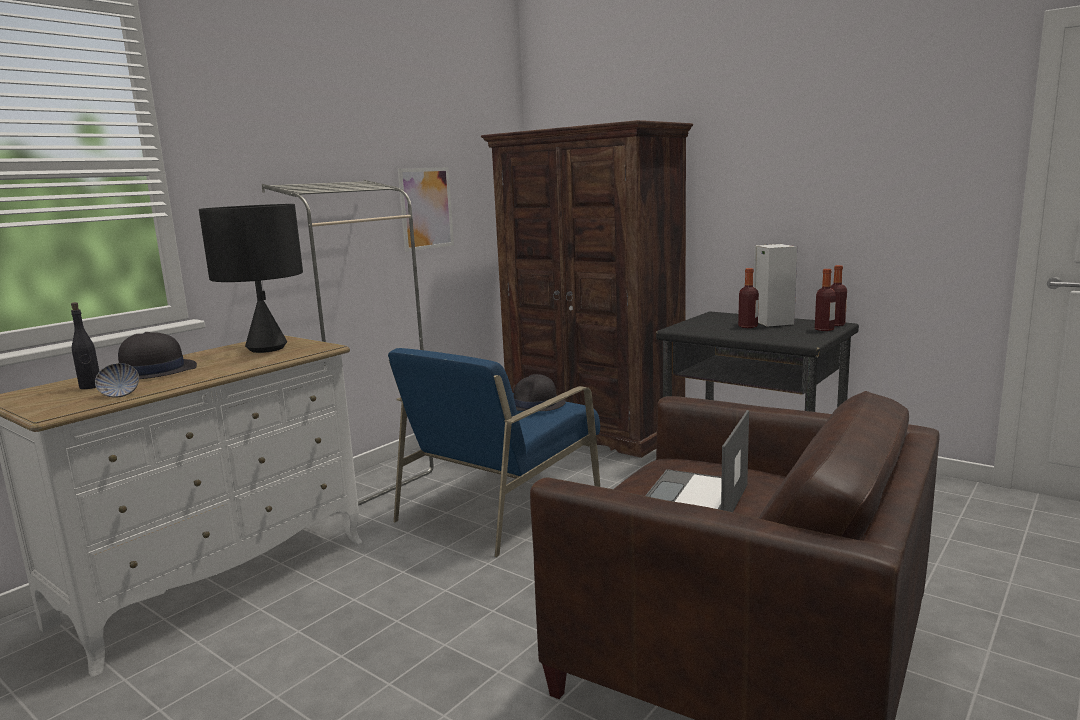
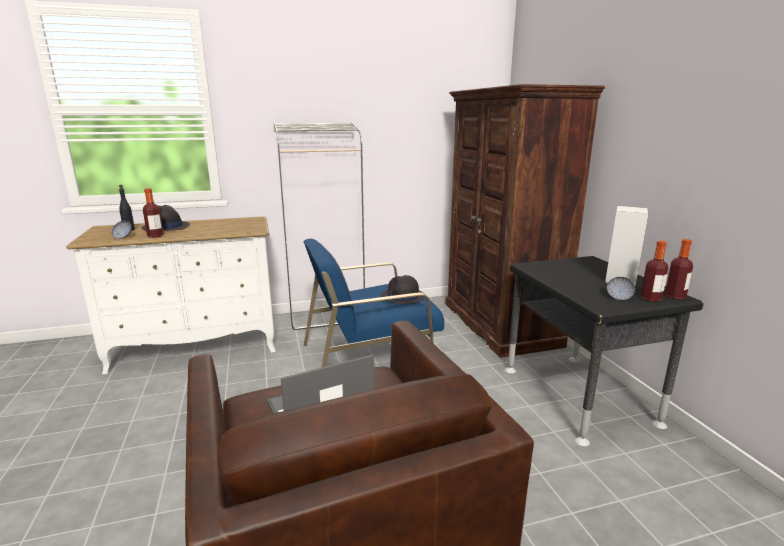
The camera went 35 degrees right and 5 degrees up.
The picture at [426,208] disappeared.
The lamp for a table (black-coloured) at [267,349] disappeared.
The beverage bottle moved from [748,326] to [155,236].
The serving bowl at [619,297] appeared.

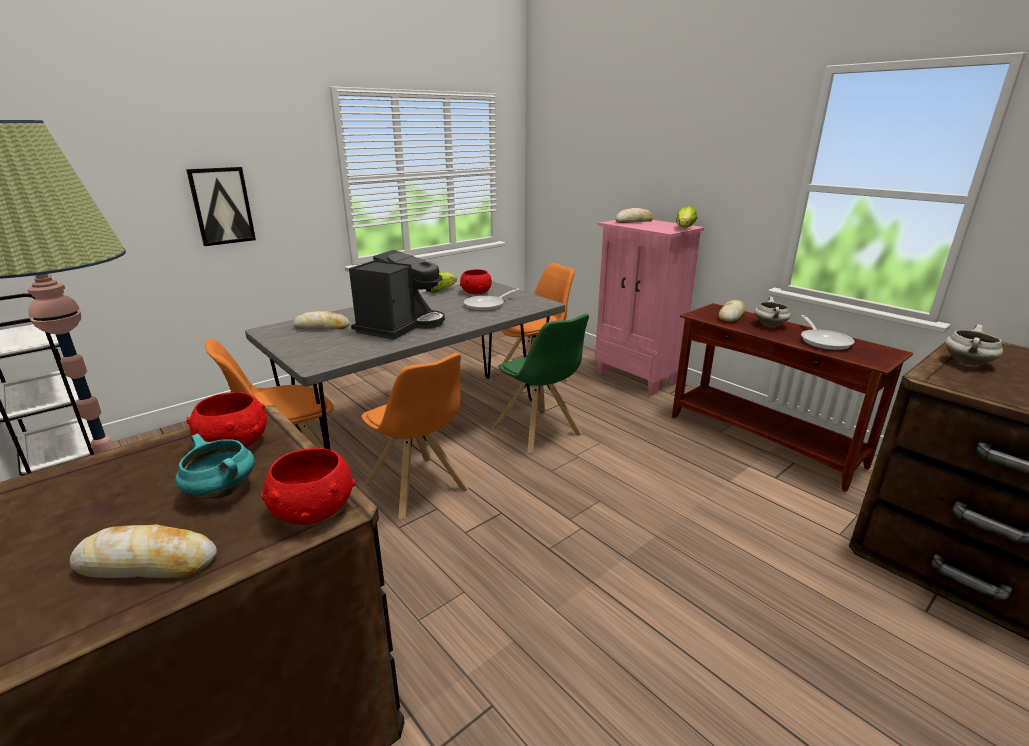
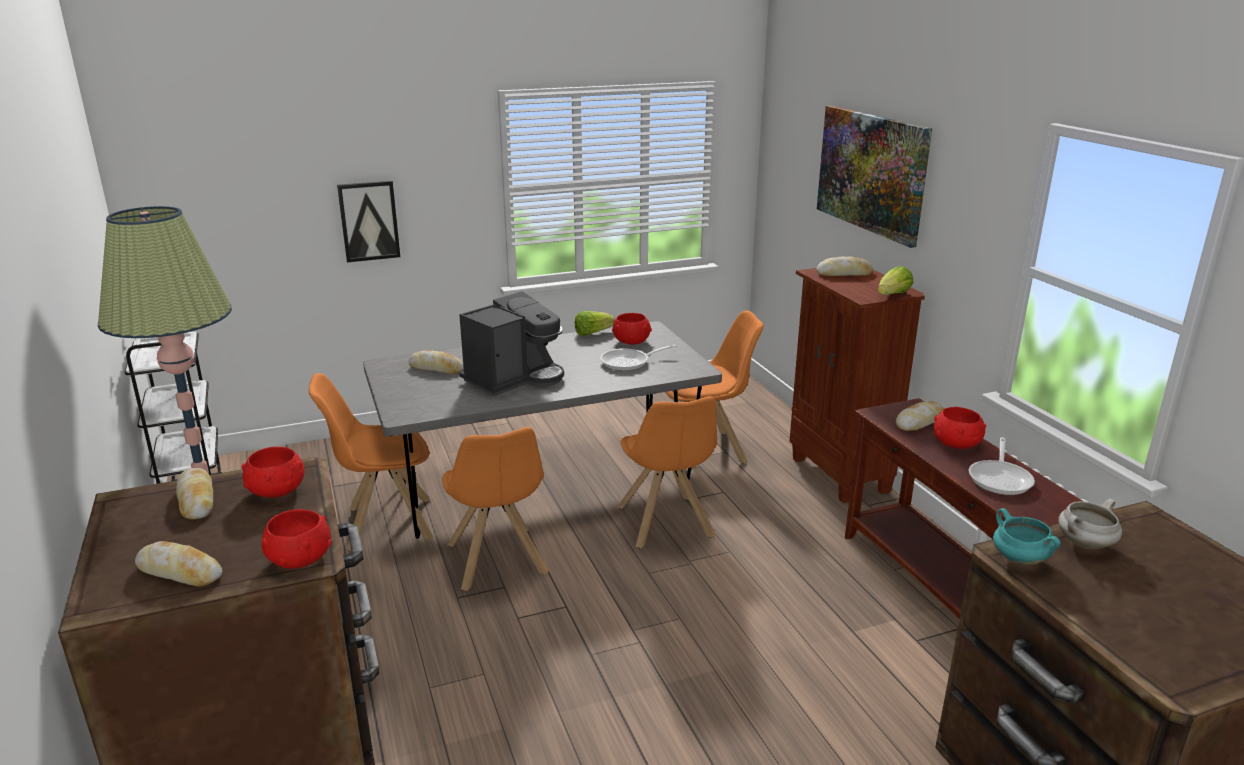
The camera went 20 degrees right and 0 degrees up.
The cabinet (pink) at [635,378] became the cabinet (brown) at [838,476].
The stockpot (whitish) at [770,325] was replaced by the serving bowl (red-coloured) at [956,444].
The chair (green) at [539,432] became the chair (orange-coloured) at [666,524].
The stockpot (blue-green) moved from [220,491] to [1018,560].
The picture at [871,172] appeared.
The bakery bread at [196,500] appeared.

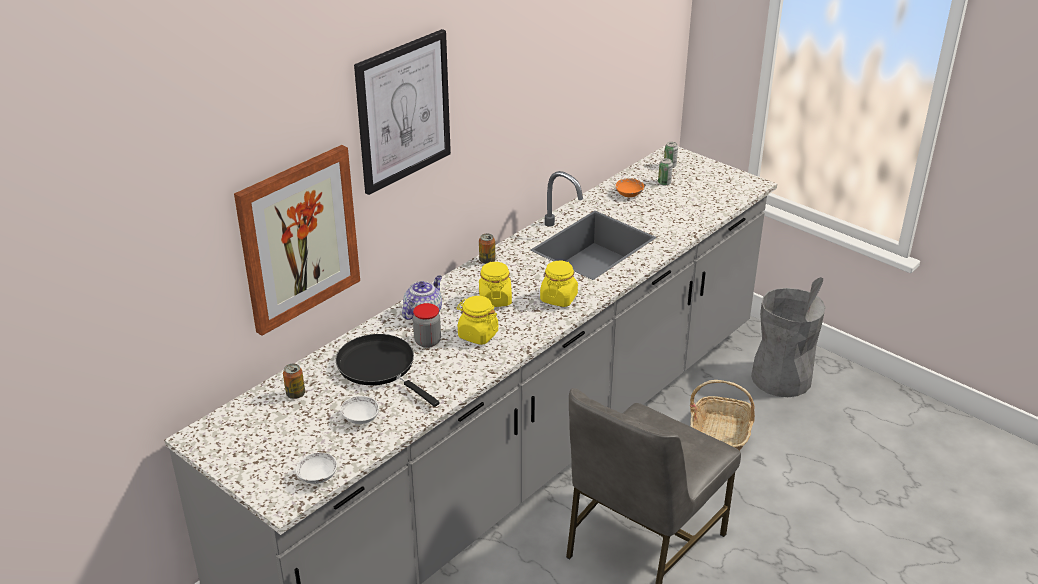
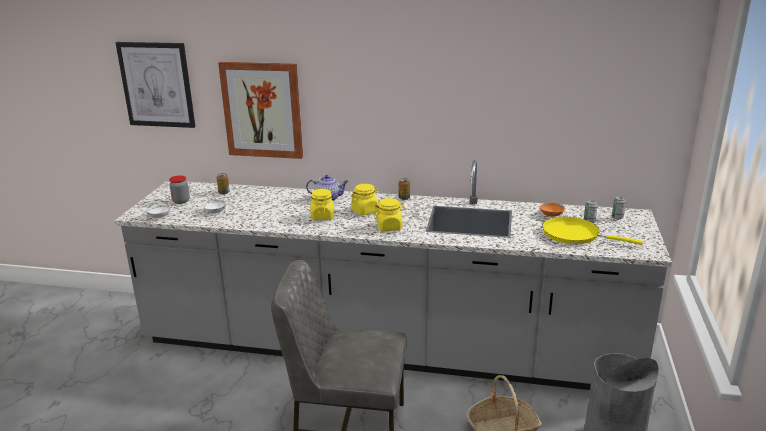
The camera went 60 degrees right and 10 degrees down.
The picture moved from [403,111] to [157,85].
The storage jar moved from [427,341] to [181,201].
The frying pan (black-coloured) at [380,367] disappeared.
The frying pan (yellowish) at [575,235] appeared.

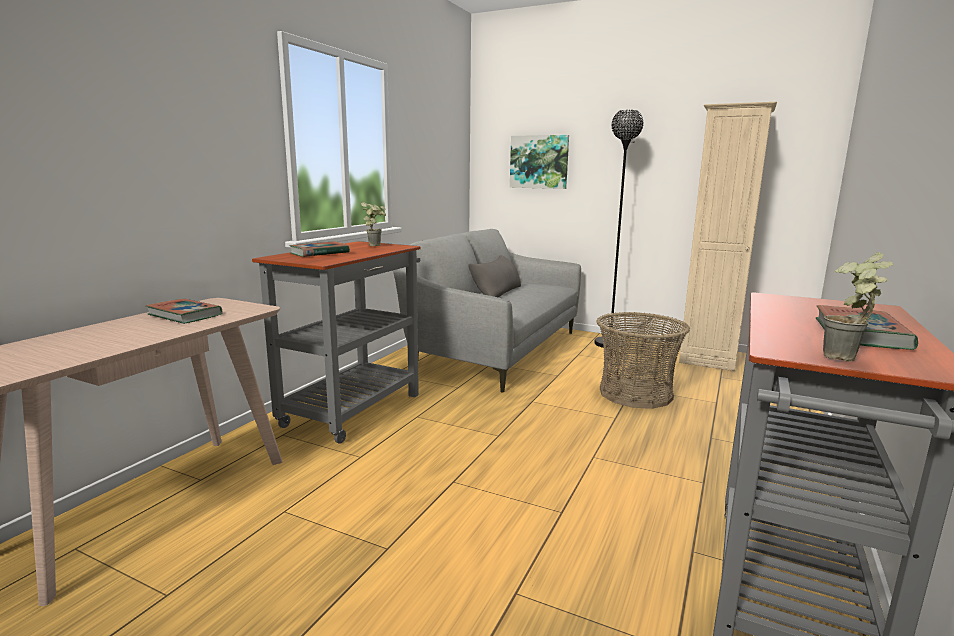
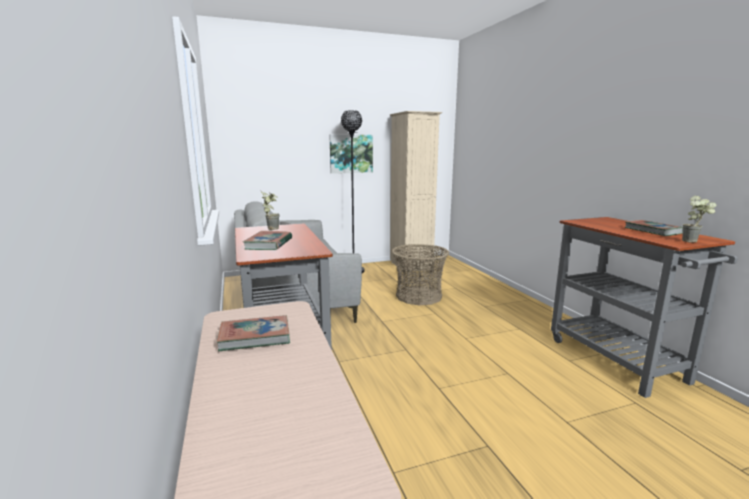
The camera went 45 degrees left and 0 degrees up.
The picture moved from [539,162] to [351,154].

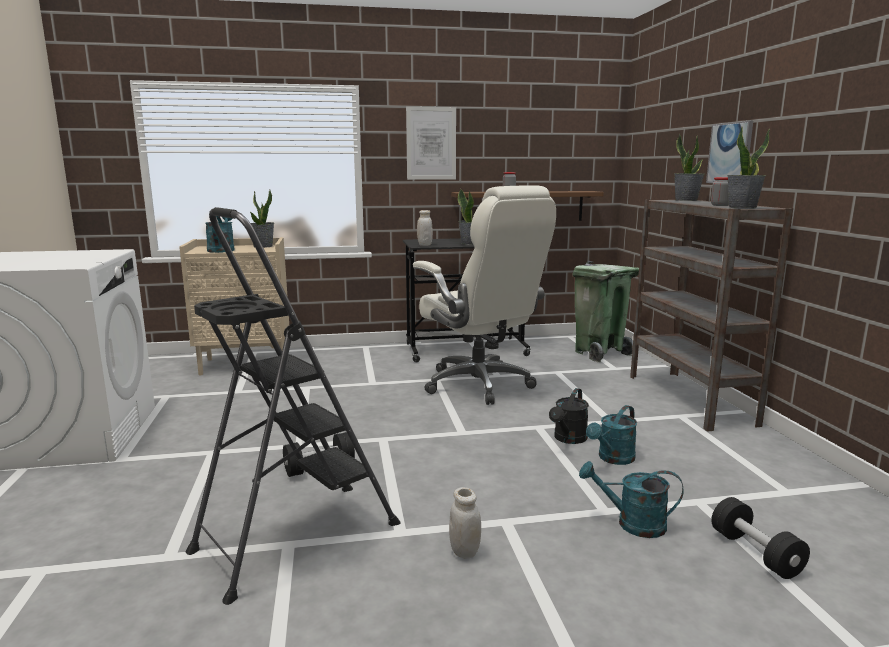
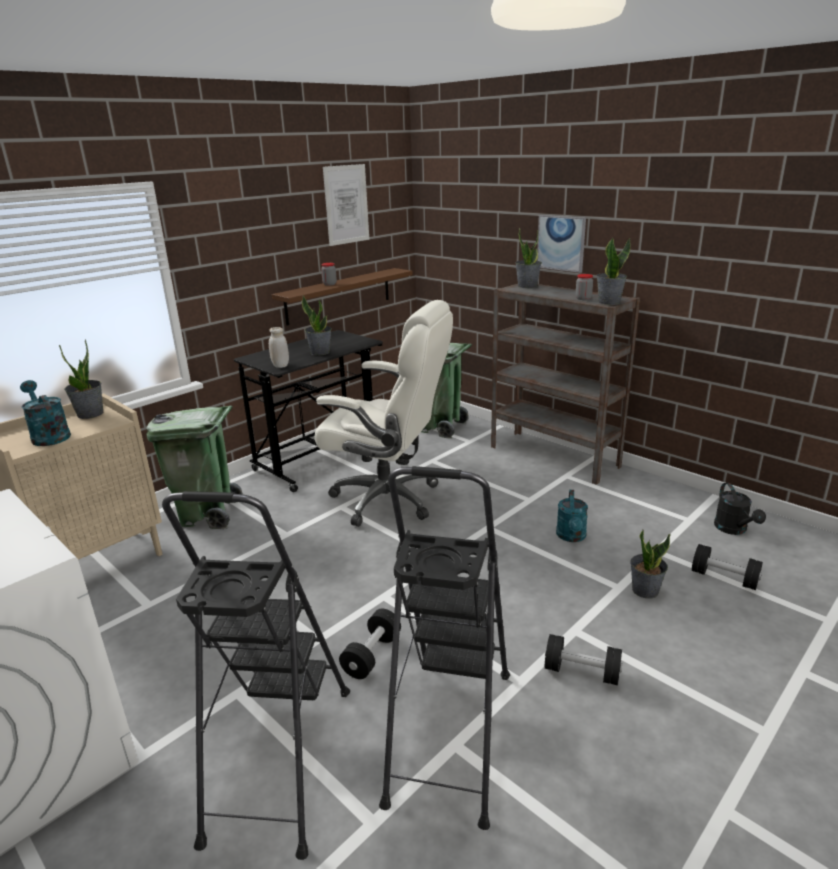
The camera went 35 degrees left and 10 degrees up.
The picture moved from [431,143] to [346,204].
The sprinkling can (black-coloured) moved from [568,439] to [733,530].
The sprinkling can (blue-green) at [632,524] was replaced by the houseplant at [645,590].
The storage jar (whitish) at [464,551] was replaced by the dumbbell (black-coloured) at [581,672].
The rubbish bin (green) at [207,514] appeared.
The step stool at [280,762] appeared.

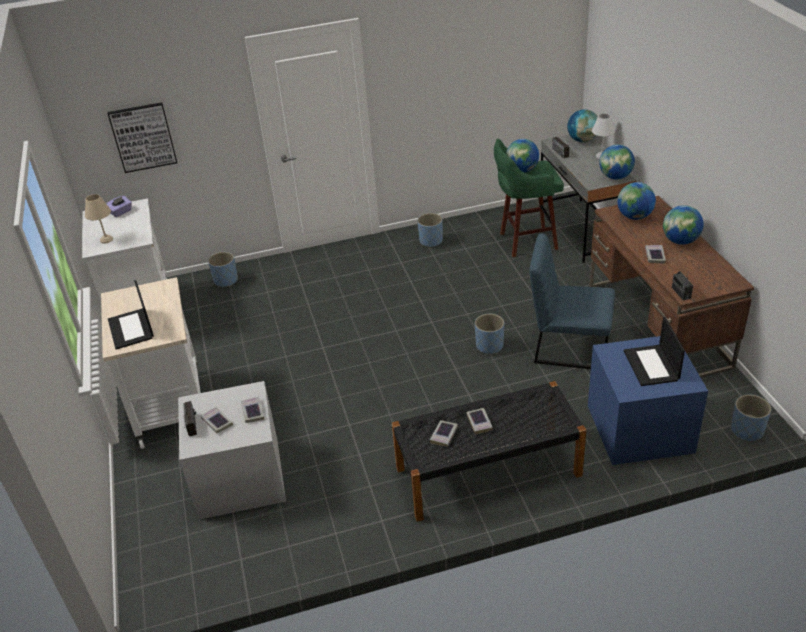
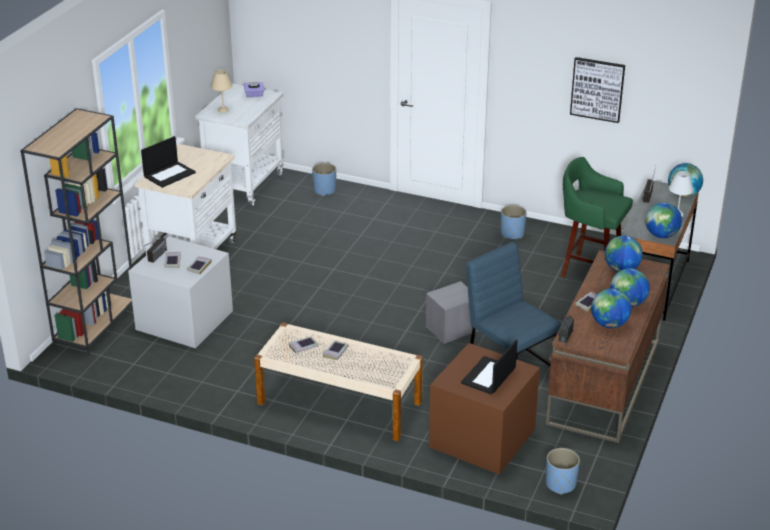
The camera went 35 degrees right and 5 degrees down.
The picture moved from [143,137] to [597,89].
The desk globe moved from [522,170] to [609,324].
The laptop at [131,329] turned 150 degrees counterclockwise.
The flower pot (blue) at [489,346] was replaced by the storage box (grey) at [451,329].
The storage box (blue) at [641,429] became the storage box (brown) at [482,439].
The bench (black-coloured) at [488,472] became the bench (sand-coloured) at [339,403].
The bookshelf at [95,324] appeared.

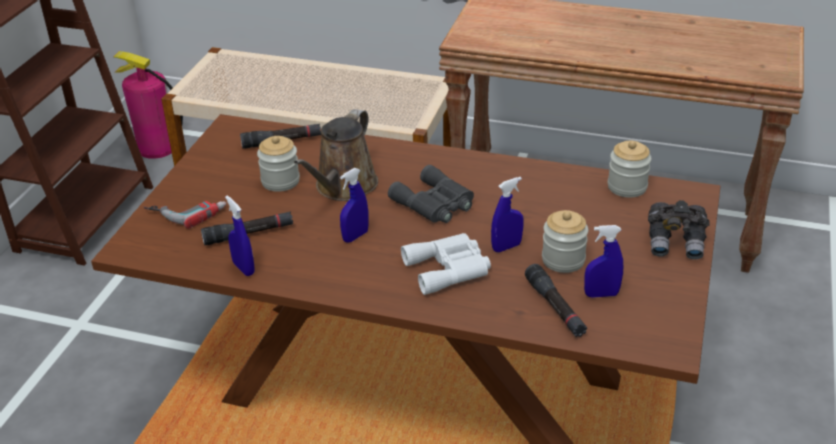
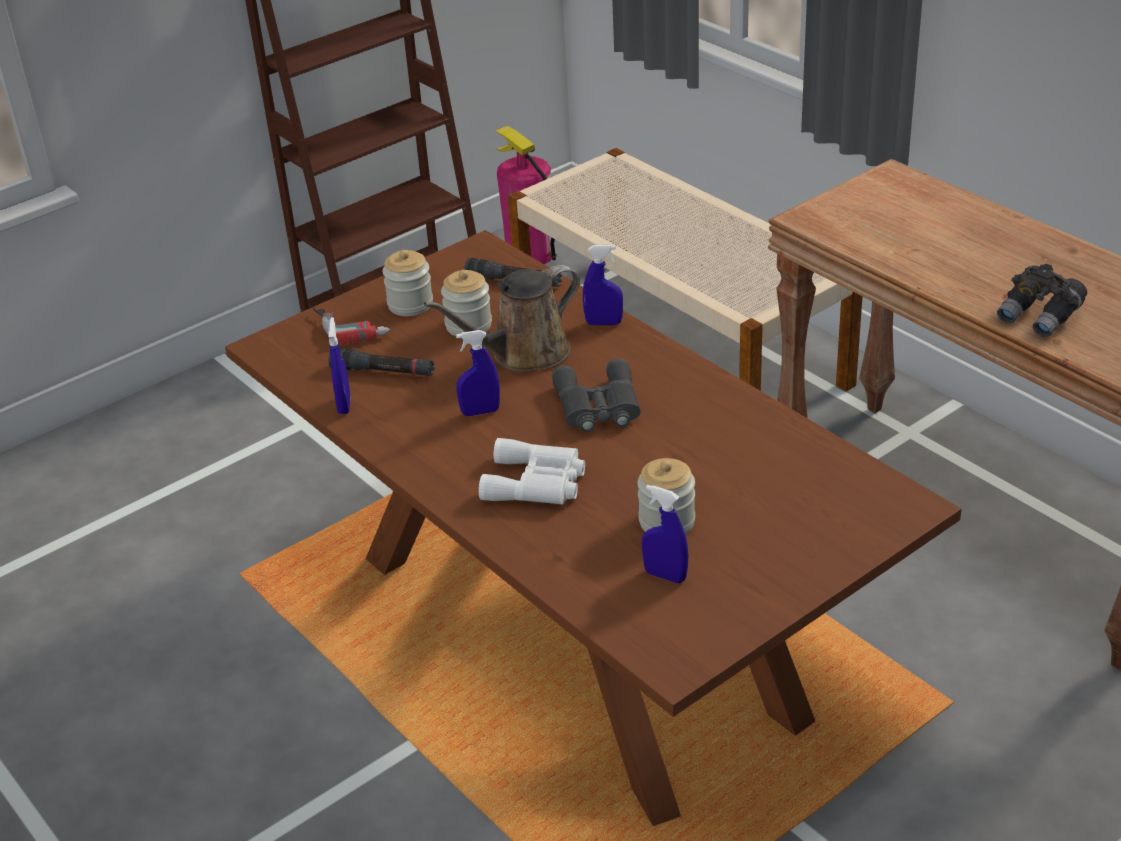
The camera went 35 degrees right and 0 degrees up.
The storage jar moved from [627,187] to [410,304].
The spray bottle (blue) moved from [506,247] to [603,323].
The pair of binoculars (grey) moved from [676,242] to [1040,317].
The hand torch (black-coloured) at [555,307] disappeared.

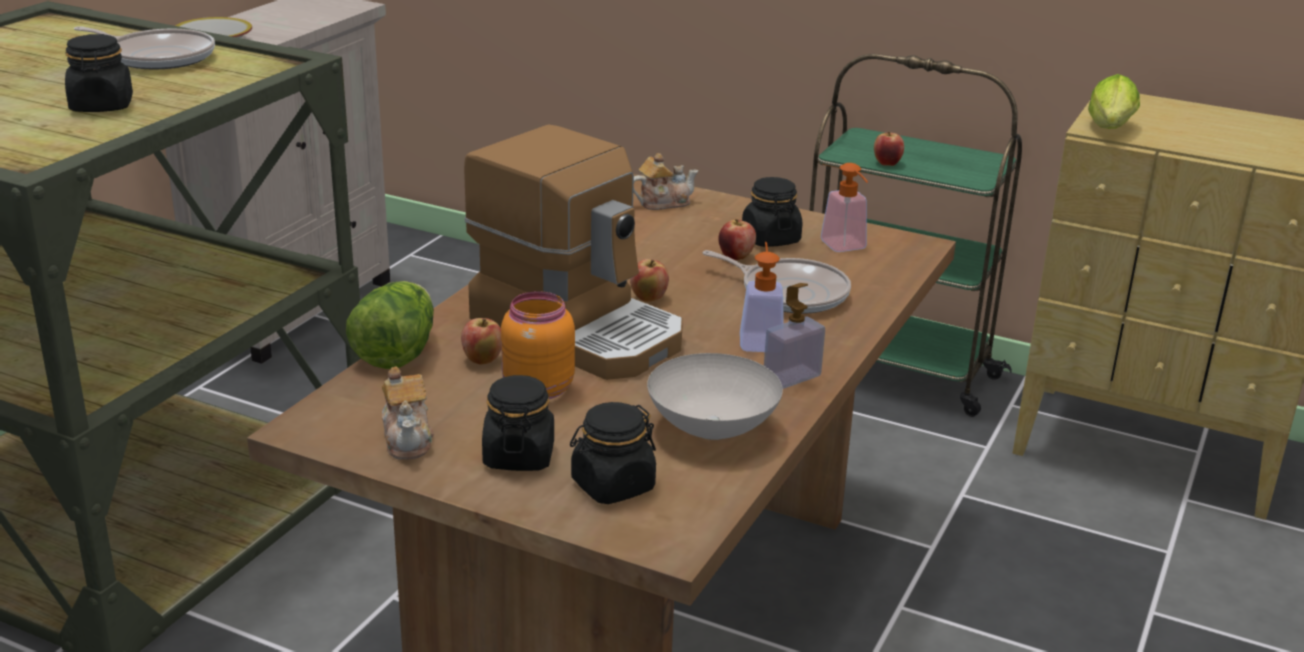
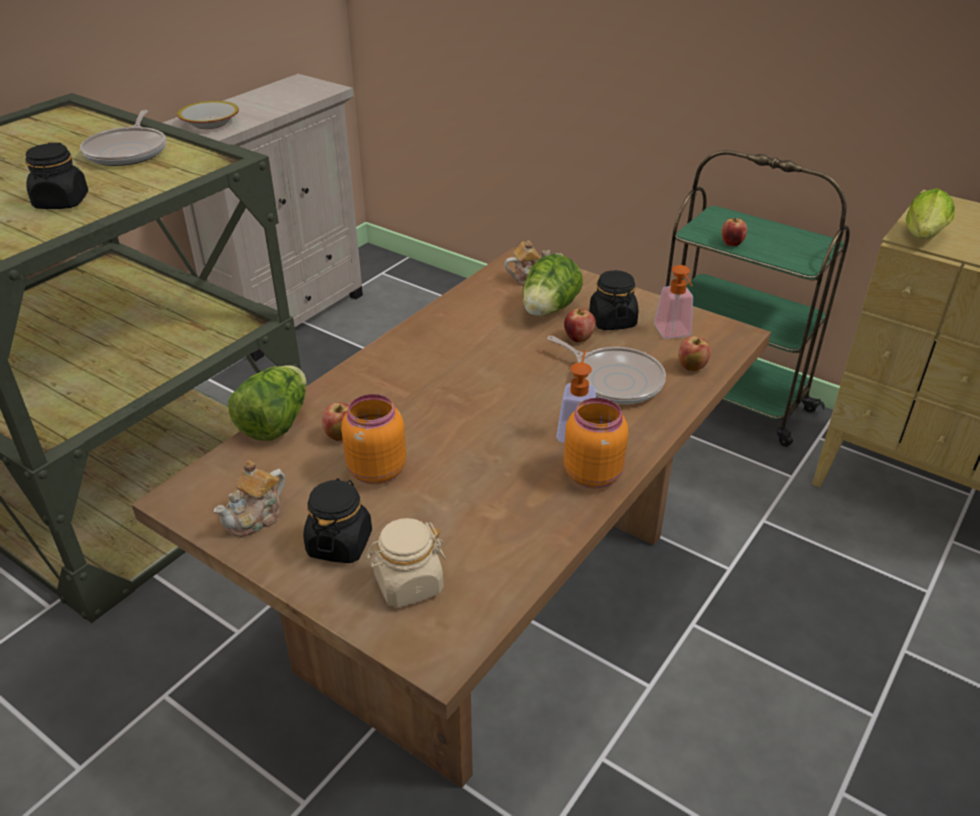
The camera went 10 degrees right and 10 degrees up.
The frying pan at [158,57] turned 60 degrees clockwise.
The coffee maker at [580,329] disappeared.
The apple moved from [648,298] to [691,367].
The liquid soap bottle at [791,377] was replaced by the storage jar (orange-coloured) at [593,473].
The serving bowl (whitish) at [711,428] disappeared.
The pot for tea at [408,439] turned 45 degrees clockwise.
The storage jar (black-coloured) at [612,485] became the storage jar (sand-coloured) at [408,584].
The head of lettuce at [548,310] appeared.

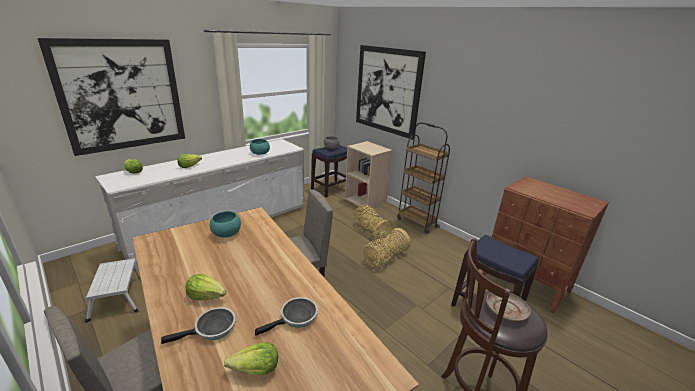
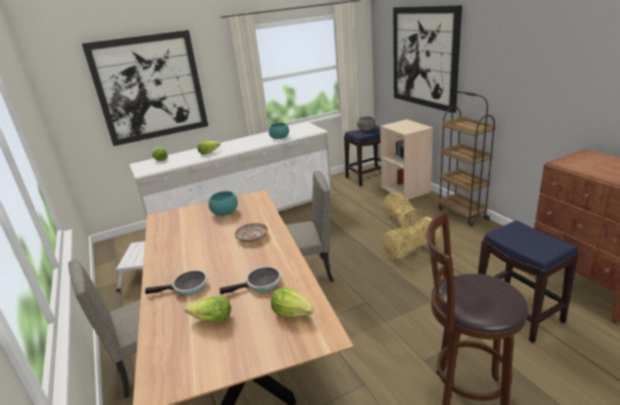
The camera went 20 degrees right and 0 degrees up.
The head of lettuce moved from [206,296] to [292,312].
The plate (sand-coloured) moved from [506,311] to [252,236].

